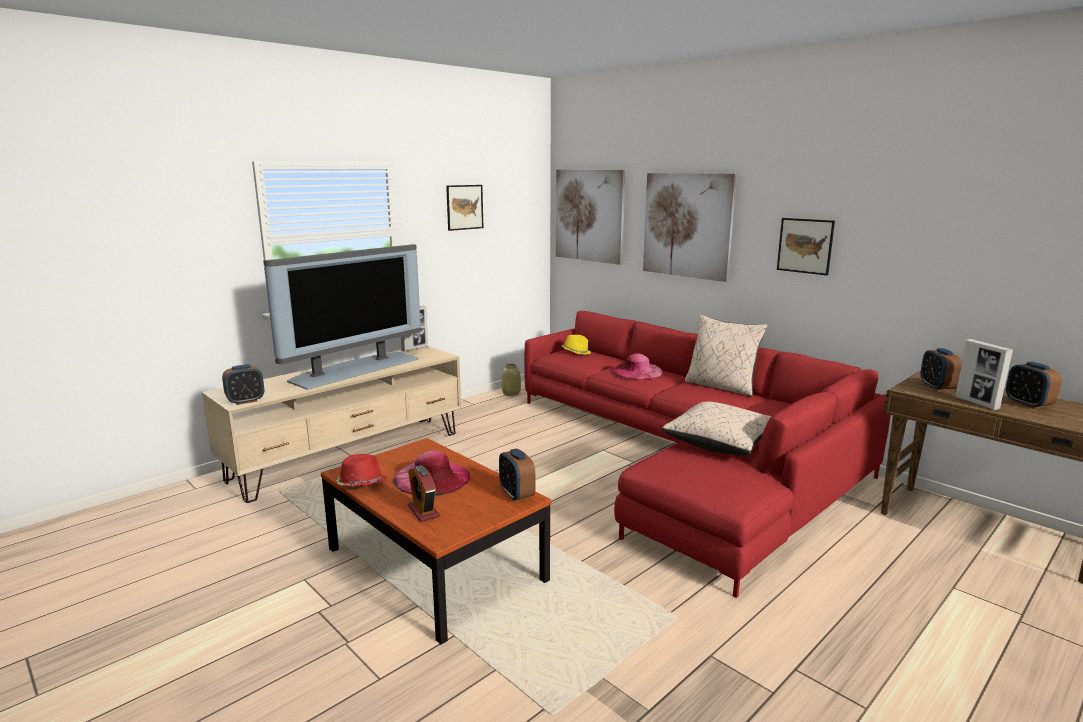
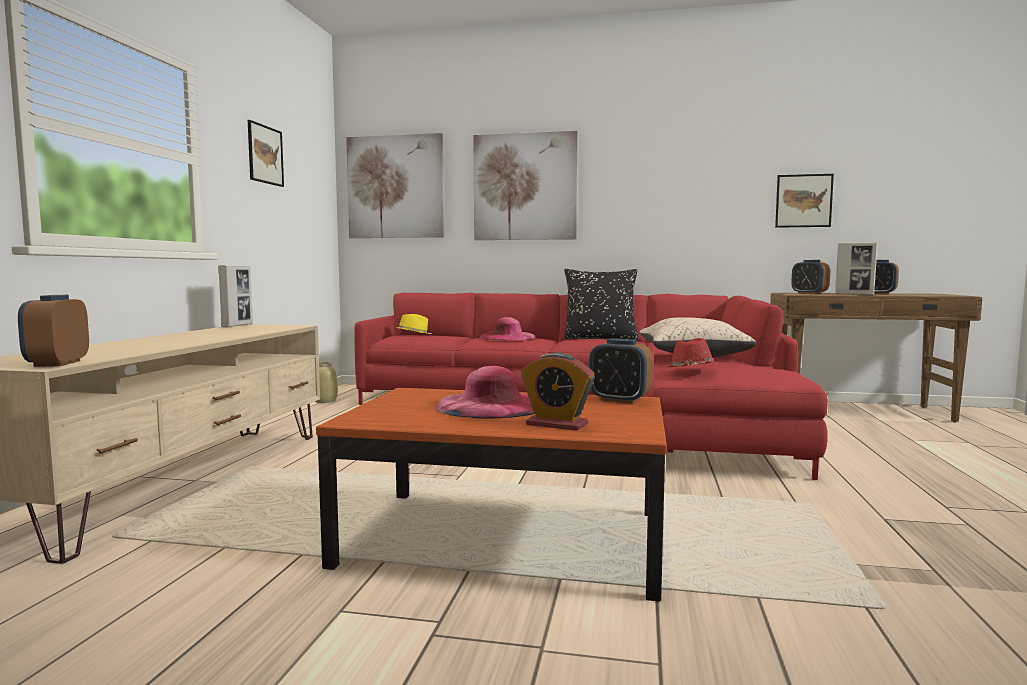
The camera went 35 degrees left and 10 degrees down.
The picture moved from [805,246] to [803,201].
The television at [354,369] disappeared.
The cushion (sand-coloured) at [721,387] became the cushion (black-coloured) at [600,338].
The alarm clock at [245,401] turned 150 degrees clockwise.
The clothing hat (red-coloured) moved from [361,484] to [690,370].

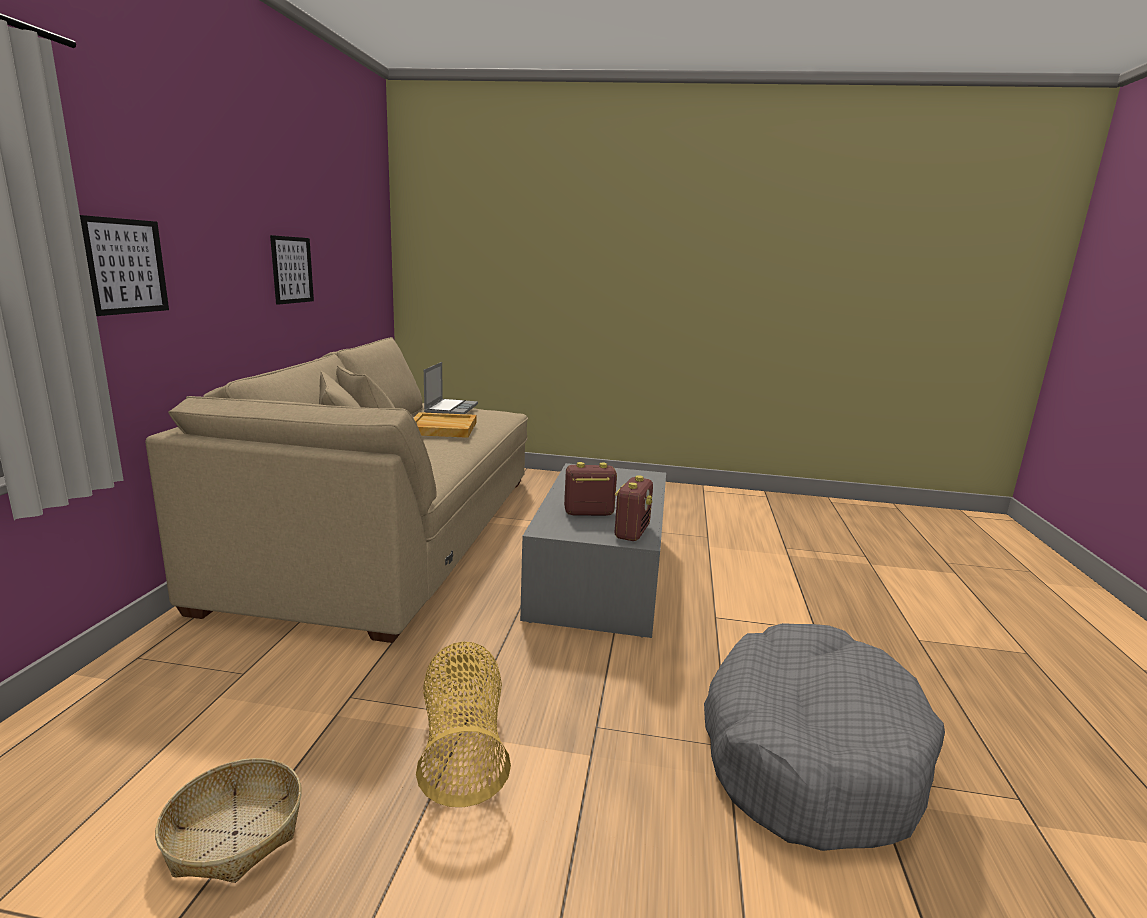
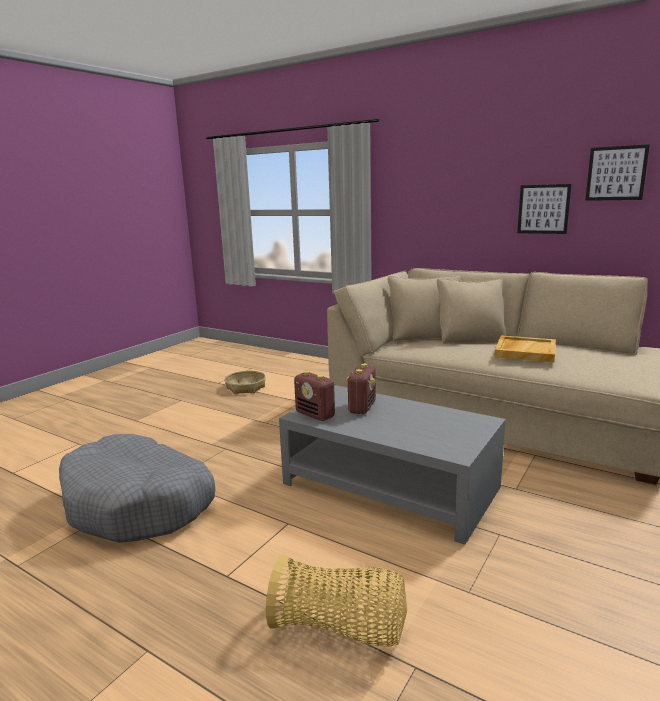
The camera went 115 degrees right and 0 degrees up.
The picture moved from [125,266] to [616,173].
The laptop at [451,408] disappeared.
The household basket moved from [463,746] to [340,628].

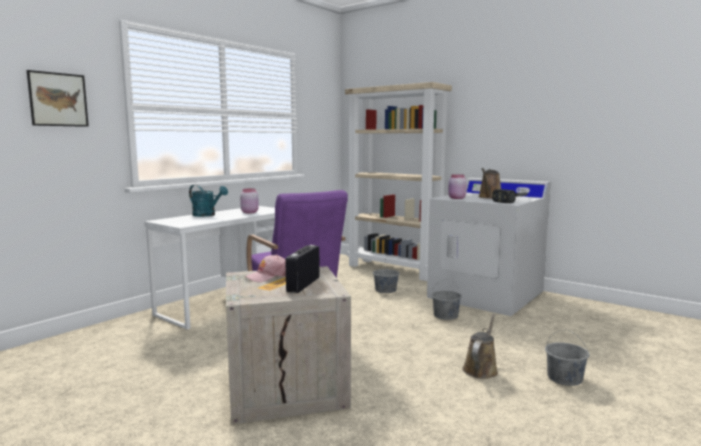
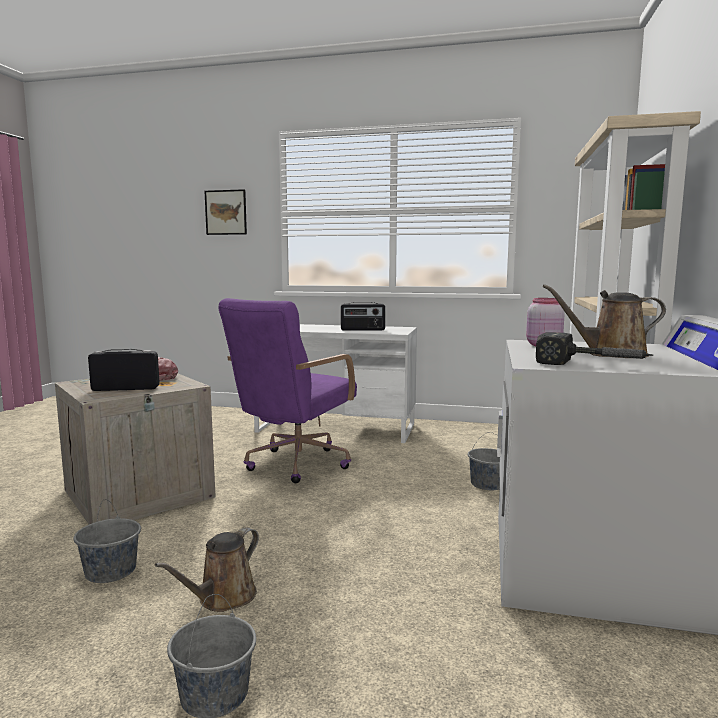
The camera went 65 degrees right and 0 degrees up.
The sprinkling can (blue-green) at [207,215] disappeared.
The storage jar (pink) at [249,212] was replaced by the radio at [362,330].
The bucket (grey) moved from [446,316] to [110,571].
The sprinkling can (brown) at [481,369] turned 120 degrees clockwise.

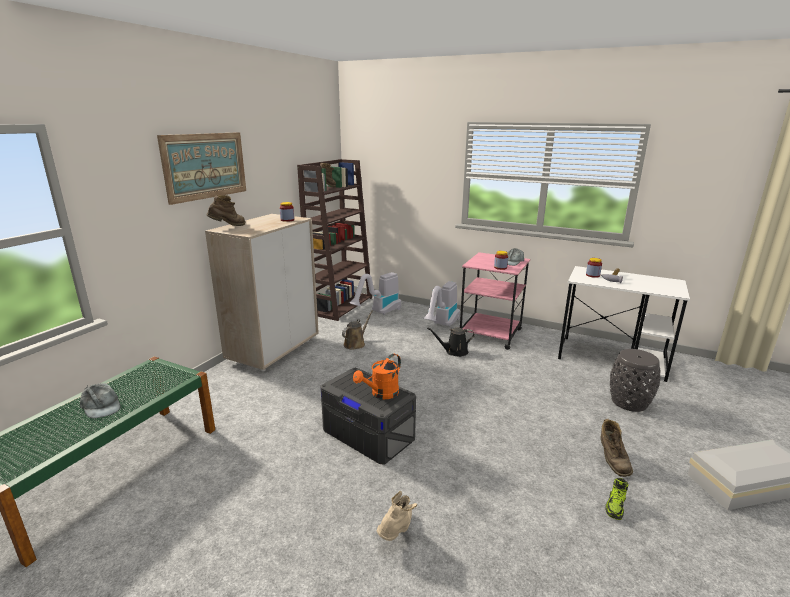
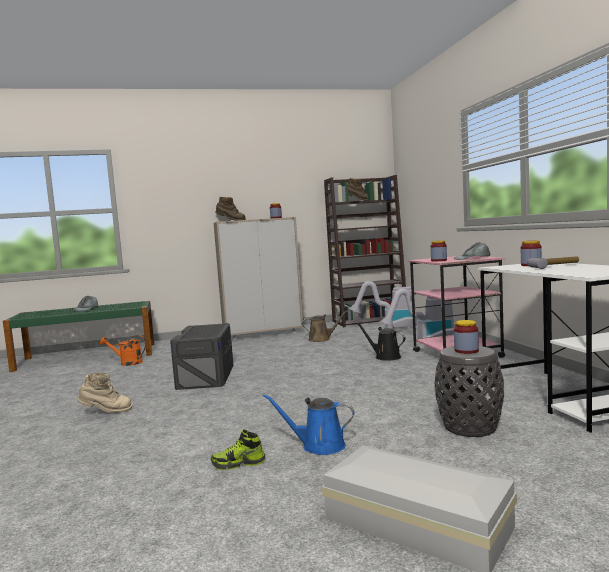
The camera went 50 degrees right and 15 degrees down.
The picture at [205,166] disappeared.
The sprinkling can (orange-coloured) moved from [381,394] to [127,363].
The boot (brown) at [612,461] was replaced by the sprinkling can (blue) at [319,446].
The storage jar at [466,350] appeared.

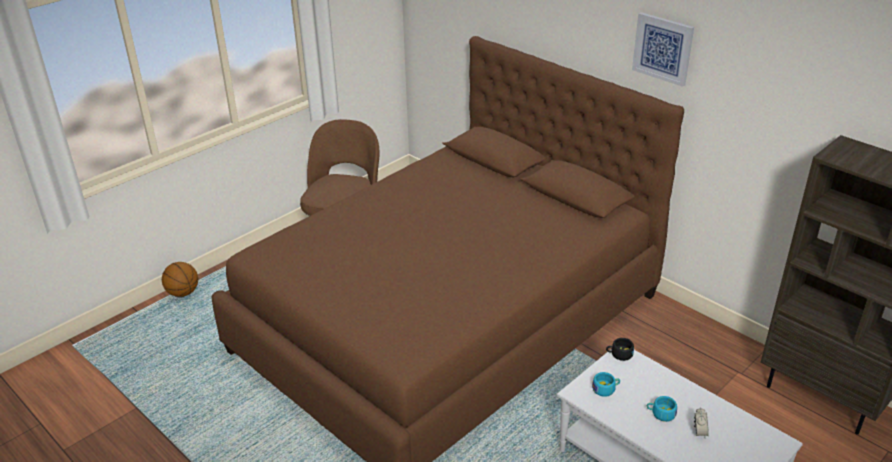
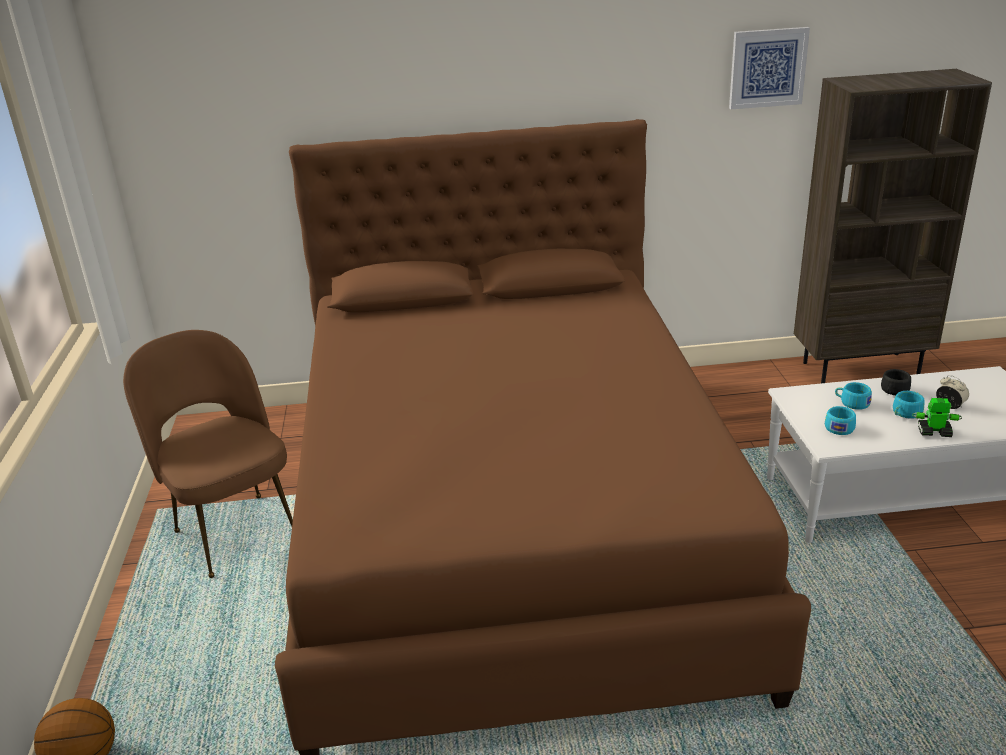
The camera went 50 degrees left and 5 degrees down.
The picture moved from [663,48] to [767,68].
The cup (black-coloured) moved from [619,354] to [893,391].
The cup (blue-green) at [851,403] appeared.
The toy robot at [933,432] appeared.

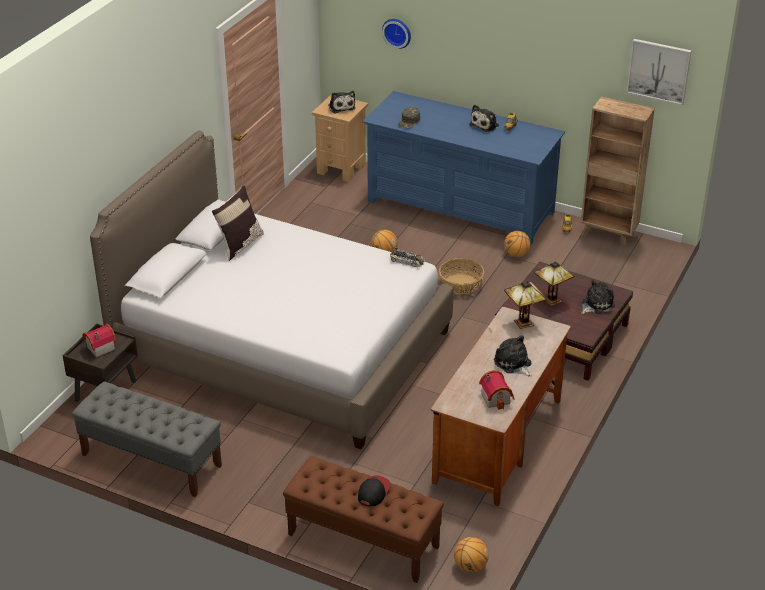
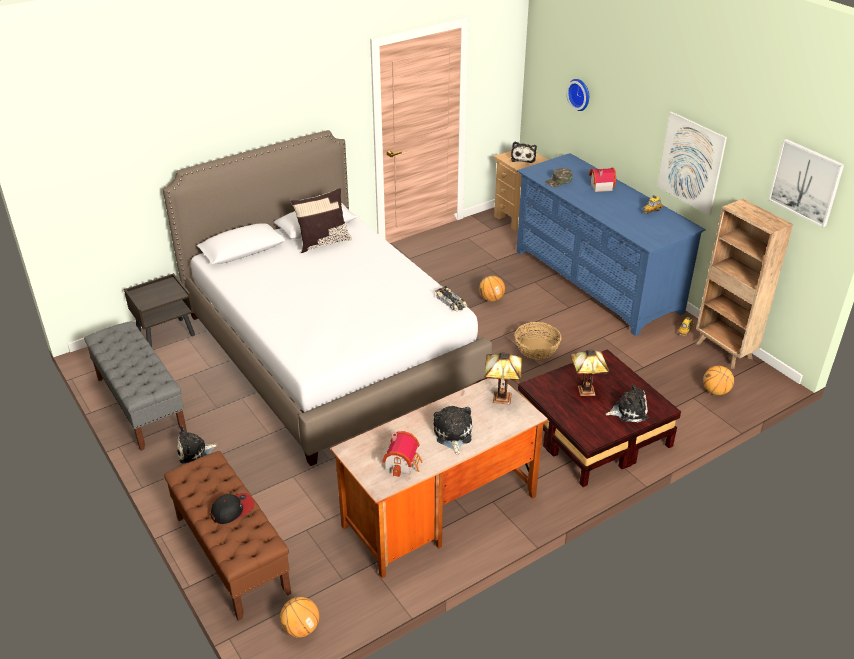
The camera went 30 degrees right and 0 degrees up.
The cuddly toy moved from [485,125] to [194,452].
The basketball moved from [516,254] to [715,391].
The toy house moved from [99,347] to [600,186].
The picture at [691,163] appeared.

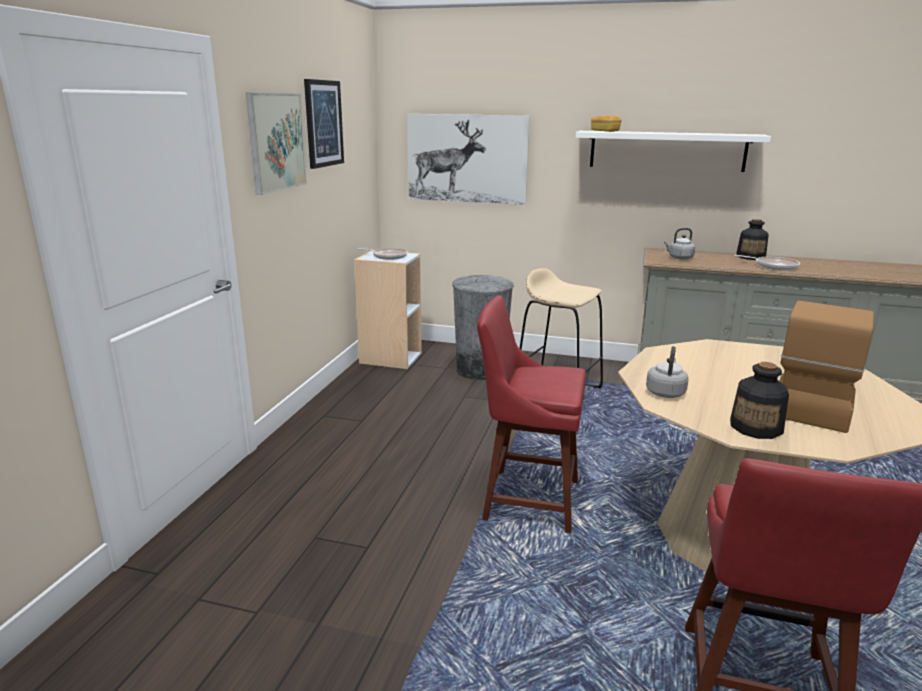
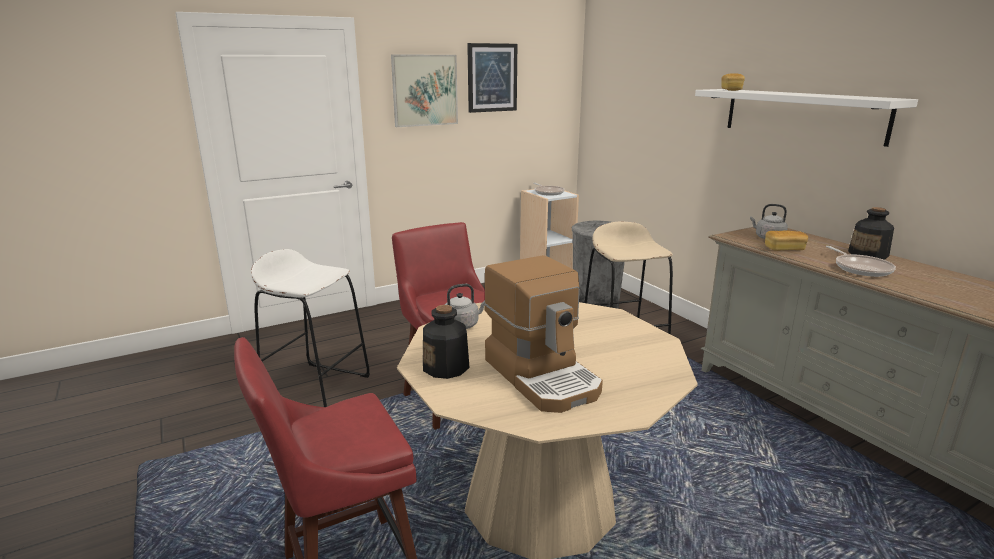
The camera went 45 degrees right and 0 degrees up.
The picture at [467,158] disappeared.
The coffee maker at [810,403] turned 75 degrees clockwise.
The bakery bread at [784,249] appeared.
The sitting stool (whitish) at [317,387] appeared.

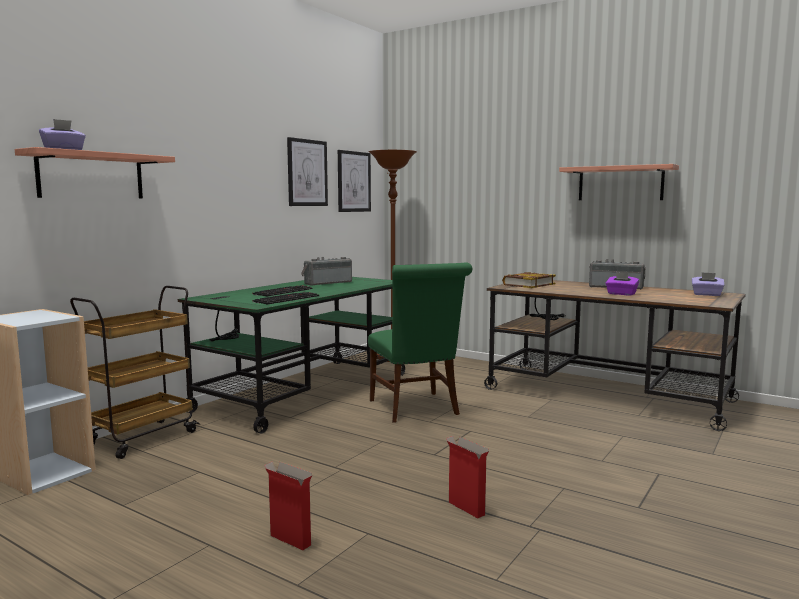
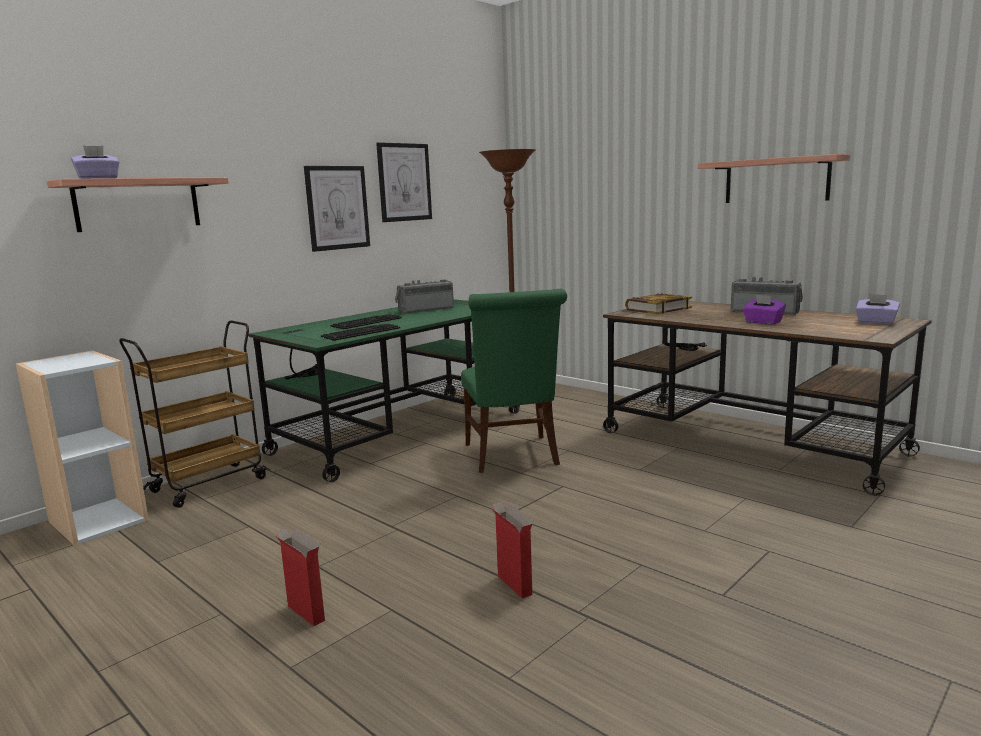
The camera went 10 degrees right and 5 degrees up.
The picture moved from [353,181] to [337,208].

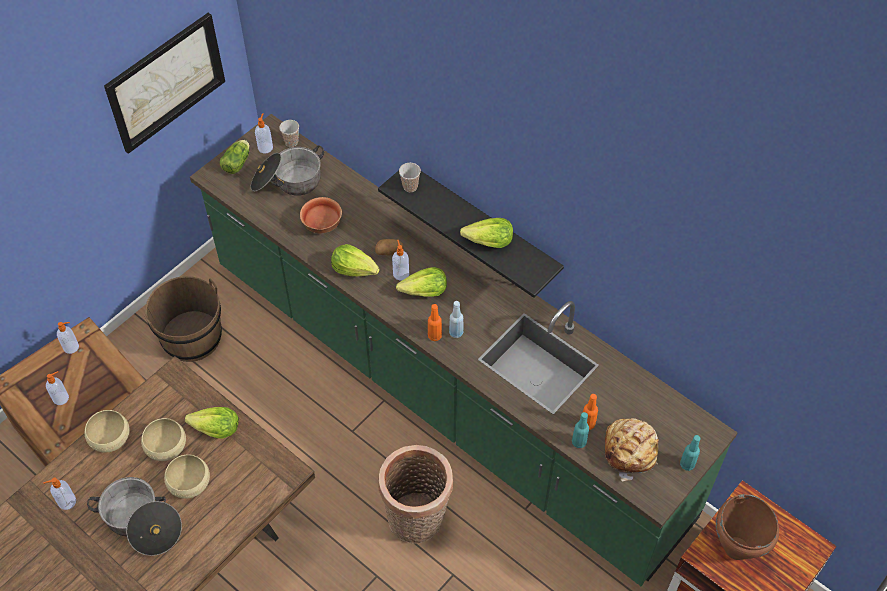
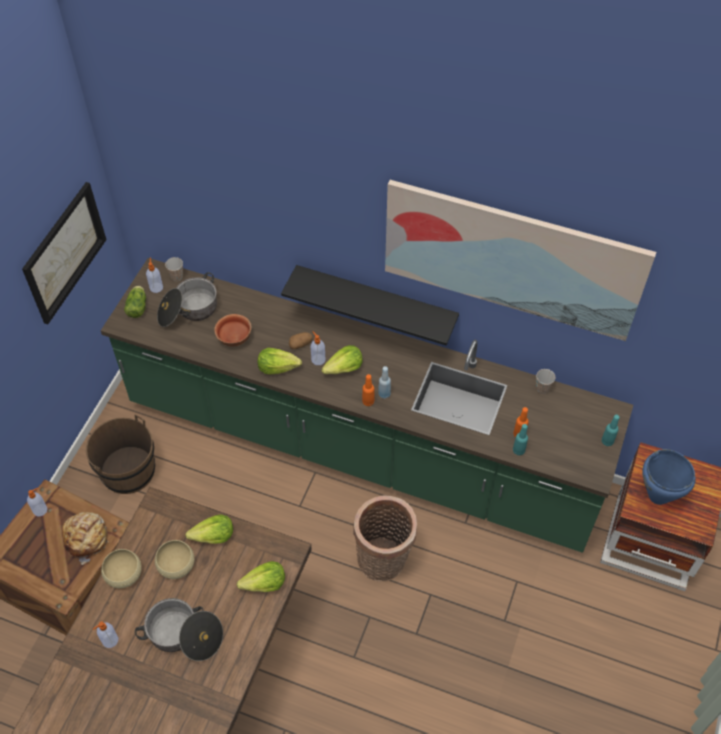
The camera went 20 degrees left and 0 degrees up.
The cup moved from [410,187] to [542,388].
The head of lettuce moved from [489,242] to [264,584].
The liquid soap bottle at [61,398] disappeared.
The bakery bread moved from [631,451] to [87,538].
The serving bowl (sand-coloured) at [189,482] disappeared.
The stockpot (brown) at [736,549] became the stockpot (blue) at [658,496].
The picture at [511,259] appeared.

